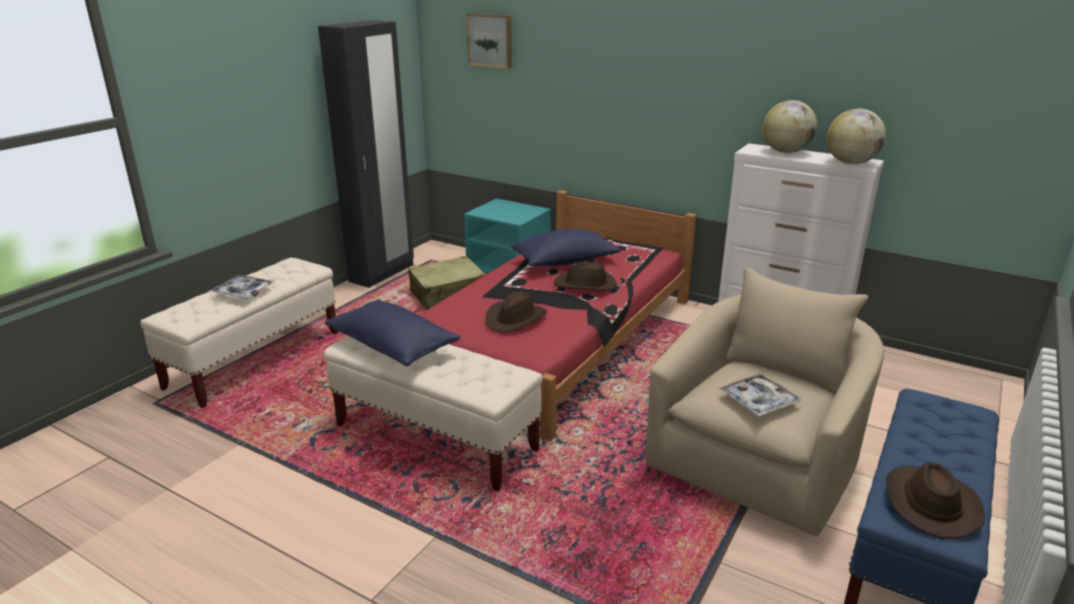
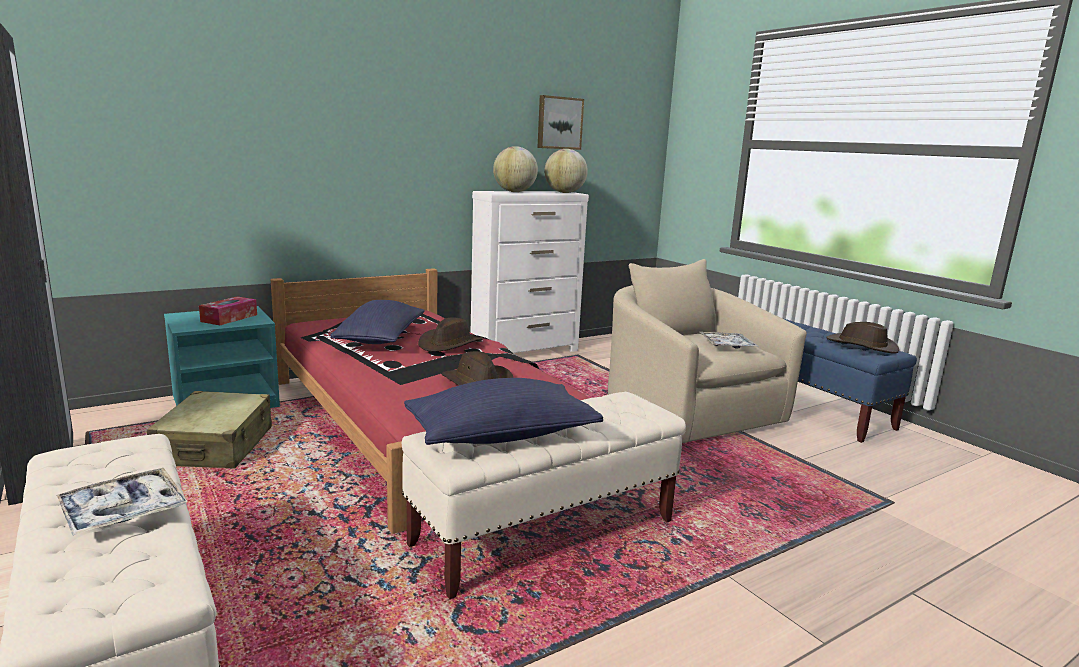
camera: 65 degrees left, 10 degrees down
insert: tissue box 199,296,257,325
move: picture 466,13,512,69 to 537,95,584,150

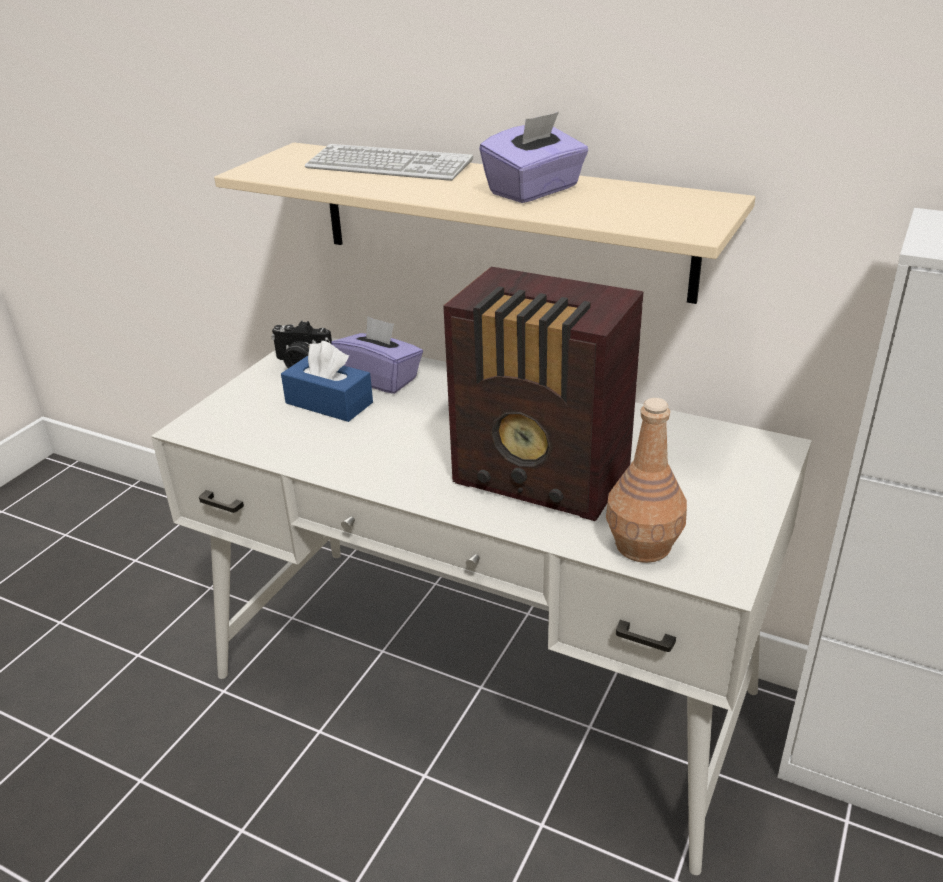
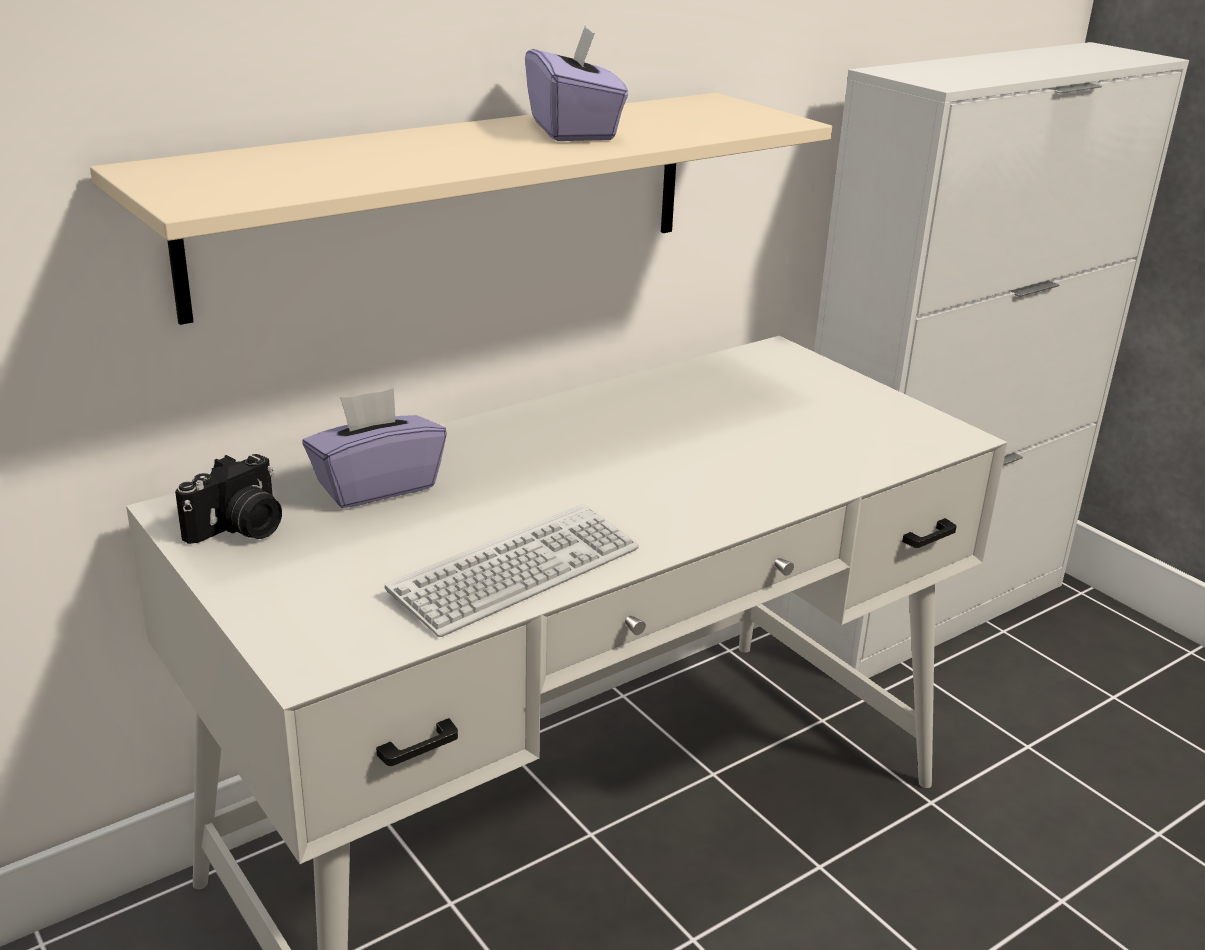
camera: 65 degrees left, 5 degrees down
delete: radio 443,267,644,521; tissue box in blue 281,341,373,422; bottle in brown 606,398,687,563
move: keyboard 305,144,473,181 to 385,504,639,637

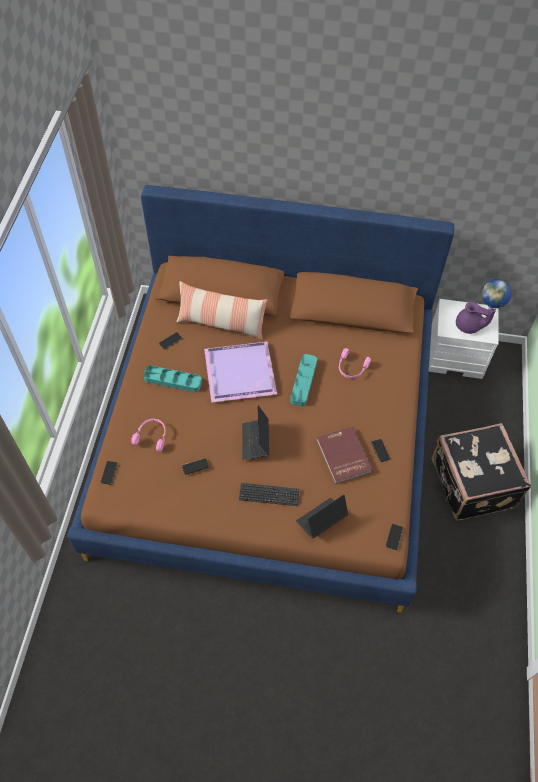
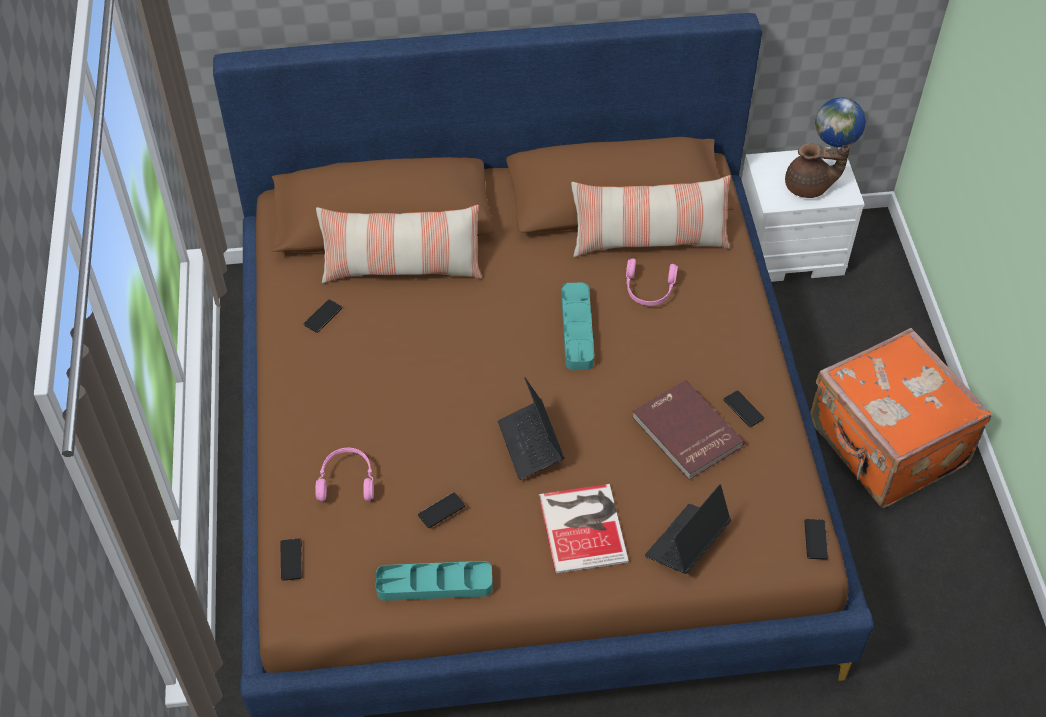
camera: 15 degrees left, 5 degrees down
delete: tray in purple 204,342,277,403
insert: pillow 571,175,731,257
move: tray in turquoise 143,365,202,392 to 376,561,493,601
replace: keyboard 239,483,300,506 to book 539,484,629,574
recolor: teapot in purple 456,302,496,334 to teapot in brown 785,143,850,198; suitcase in black 432,423,531,520 to suitcase in orange 810,328,992,508

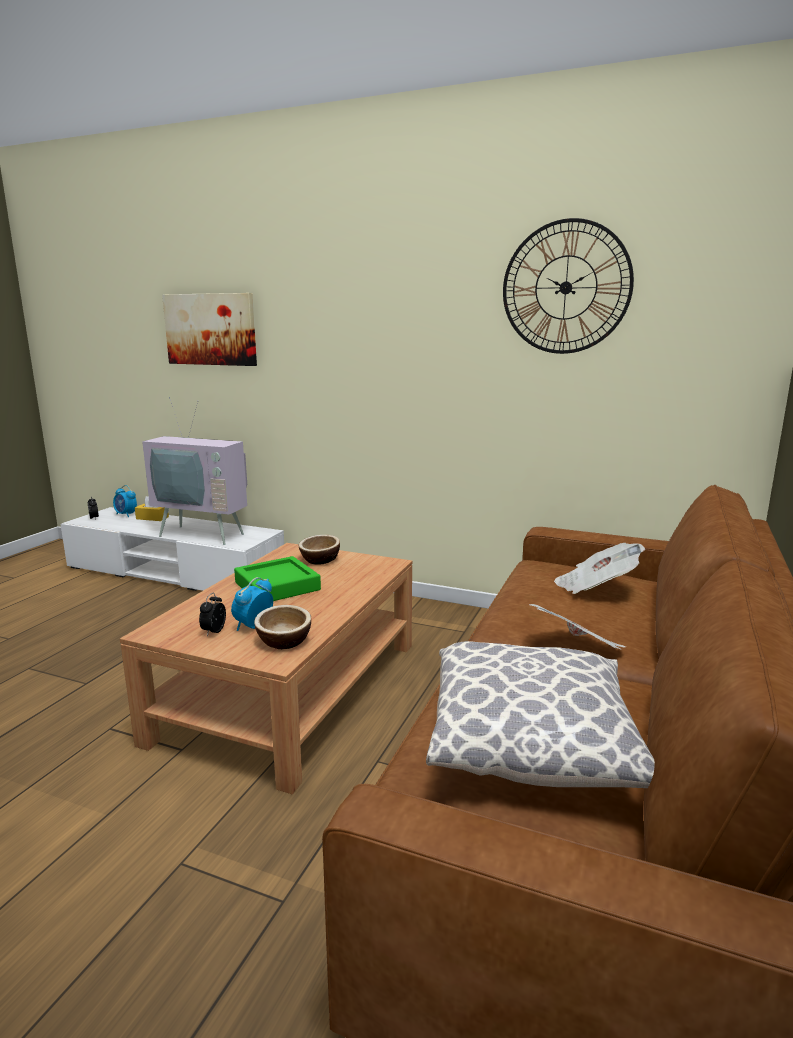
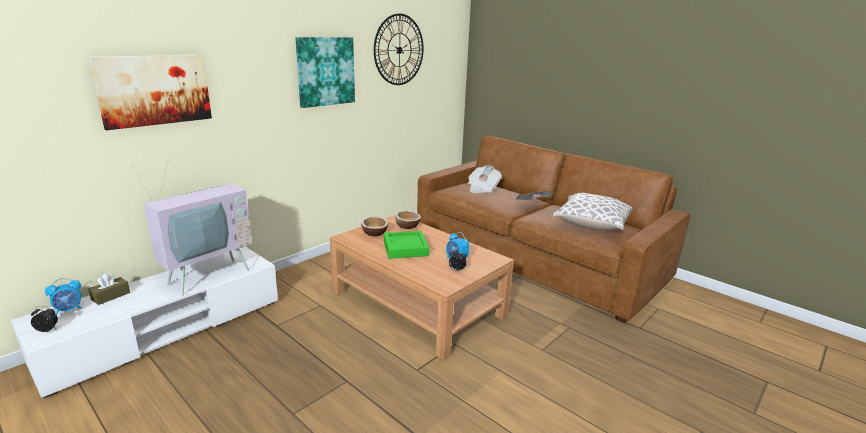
camera: 70 degrees left, 5 degrees up
insert: picture 295,37,355,108
move: bowl 254,605,311,649 to 395,211,421,229
recolor: tissue box in yellow 135,496,169,521 to tissue box in brown 88,273,130,305

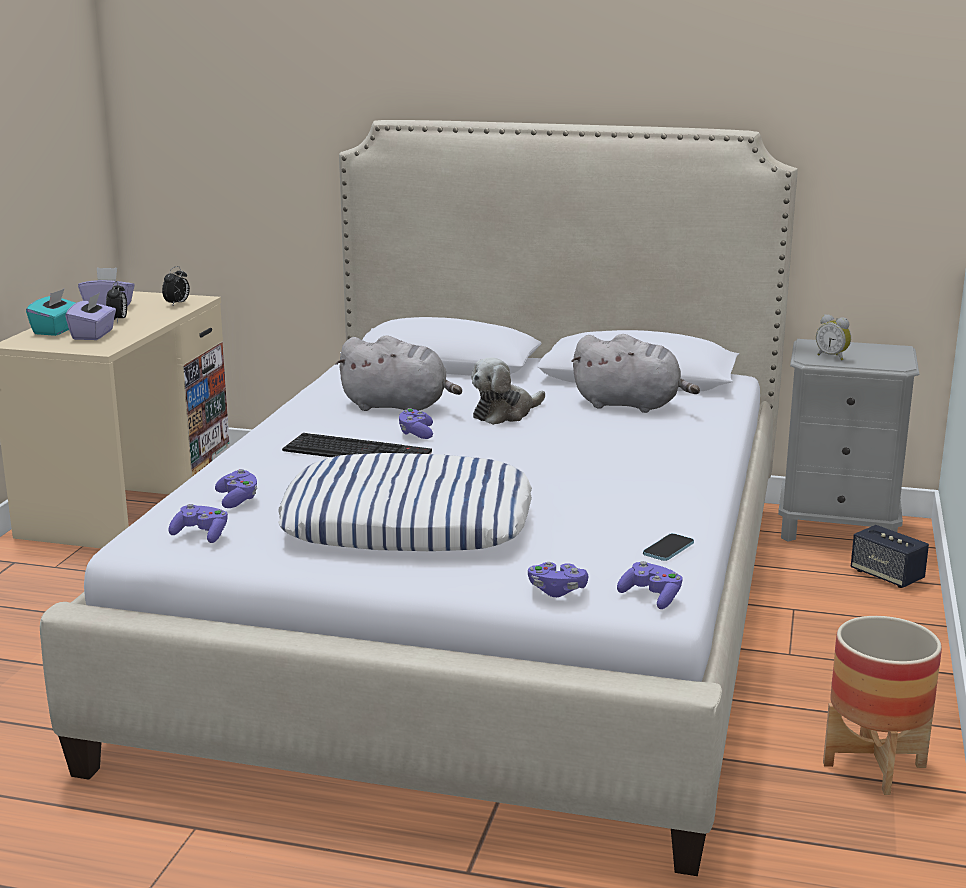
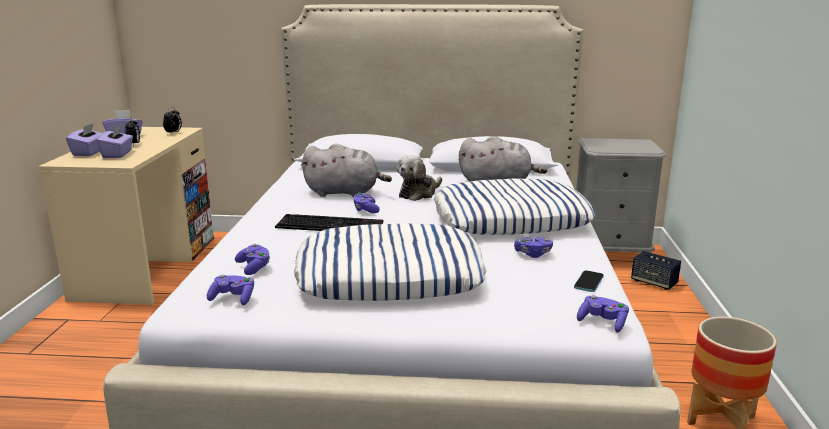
camera: 10 degrees left, 0 degrees up
delete: alarm clock 816,314,851,361
insert: pillow 434,179,595,235
move: game controller in purple 528,562,588,597 to 514,236,553,258
recolor: tissue box in turquoise 26,288,75,336 to tissue box in purple 66,123,102,156

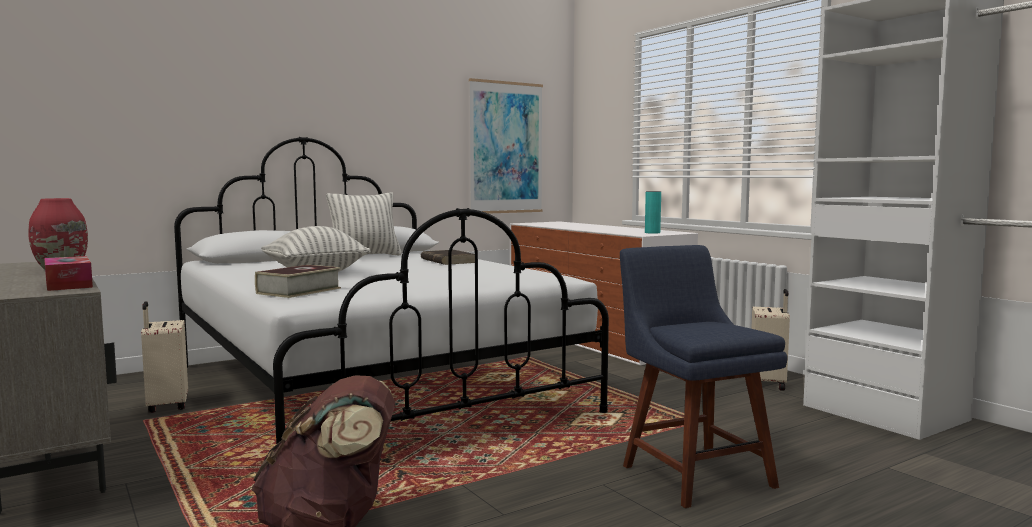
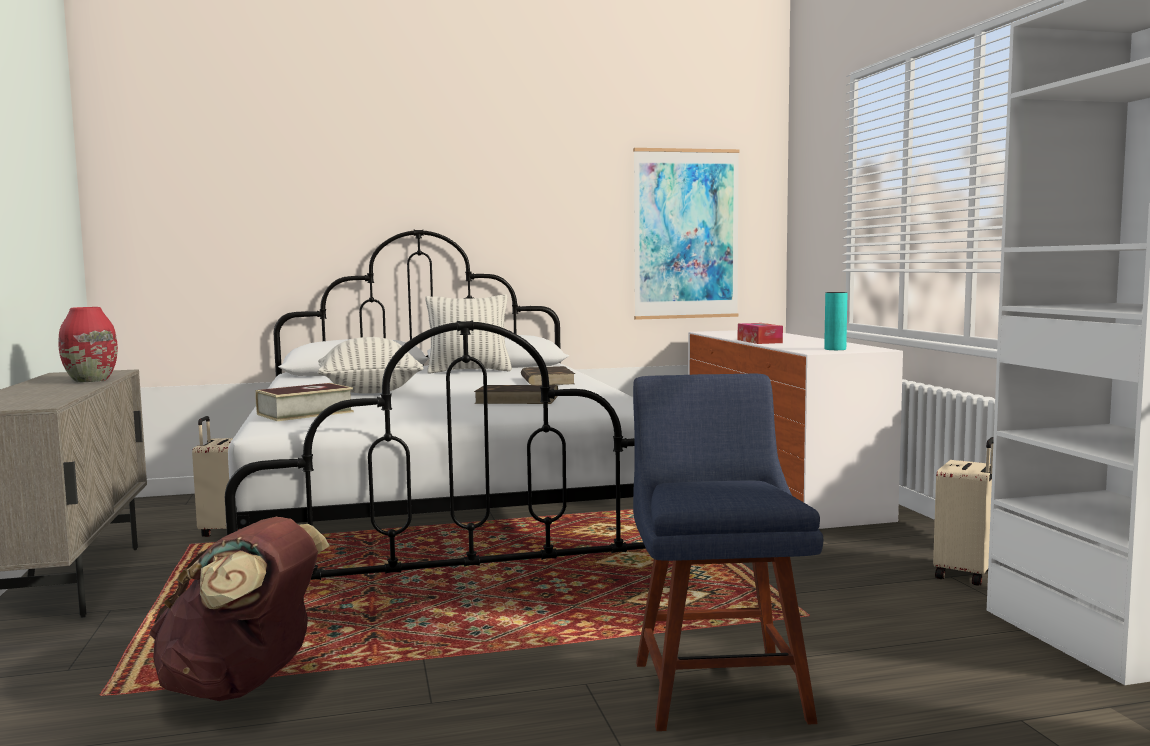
camera: 20 degrees right, 0 degrees up
insert: book in brown 474,385,558,404
move: tissue box 44,256,93,291 to 738,323,783,344

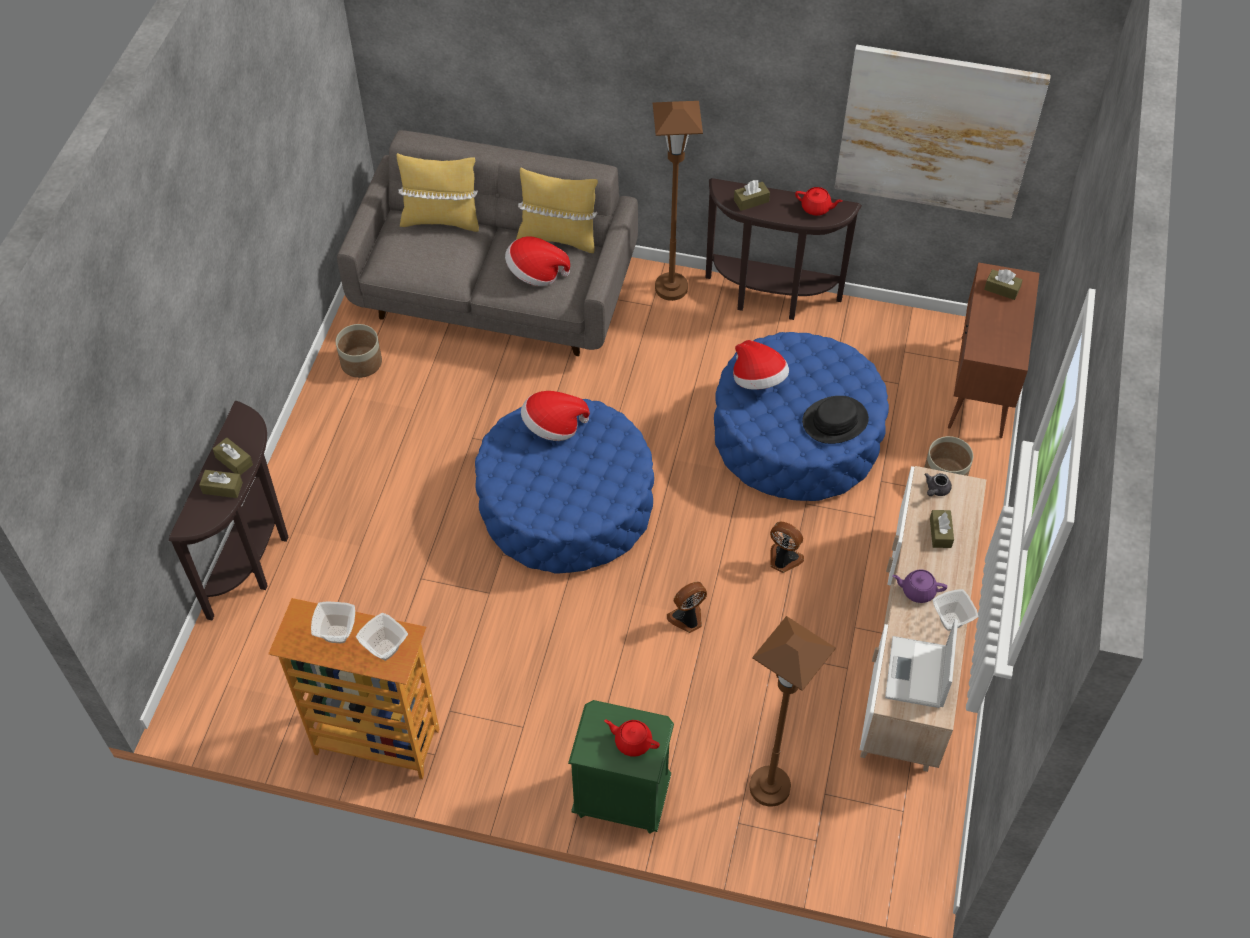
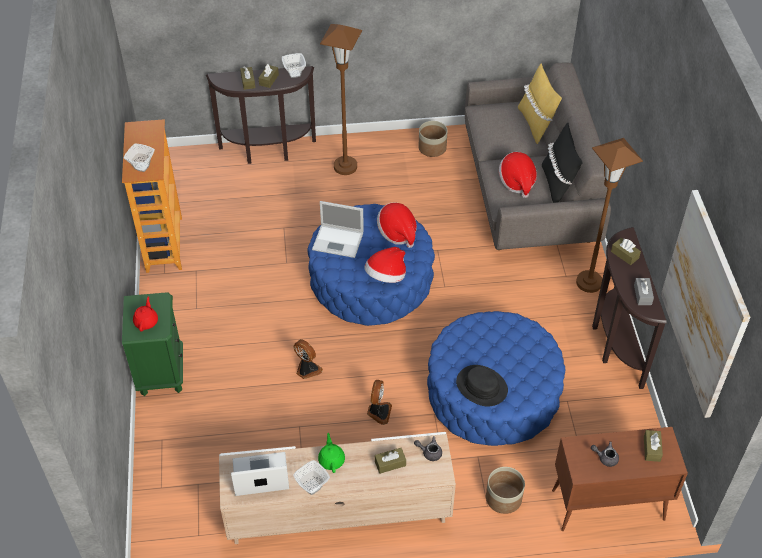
camera: 70 degrees right, 5 degrees down
insert: laptop 312,201,364,258; teapot in grey 591,441,619,467
move: hat 733,340,789,390 to 365,247,406,283; bowl 311,601,355,643 to 282,53,306,78; floor lamp in brown 749,616,836,807 to 320,24,362,175
replace: teapot in red 795,187,843,216 to tissue box in grey 634,278,654,305
recolor: pillow in yellow 516,168,598,253 to pillow in black 542,123,583,203; teapot in purple 892,569,947,603 to teapot in green 318,433,345,473

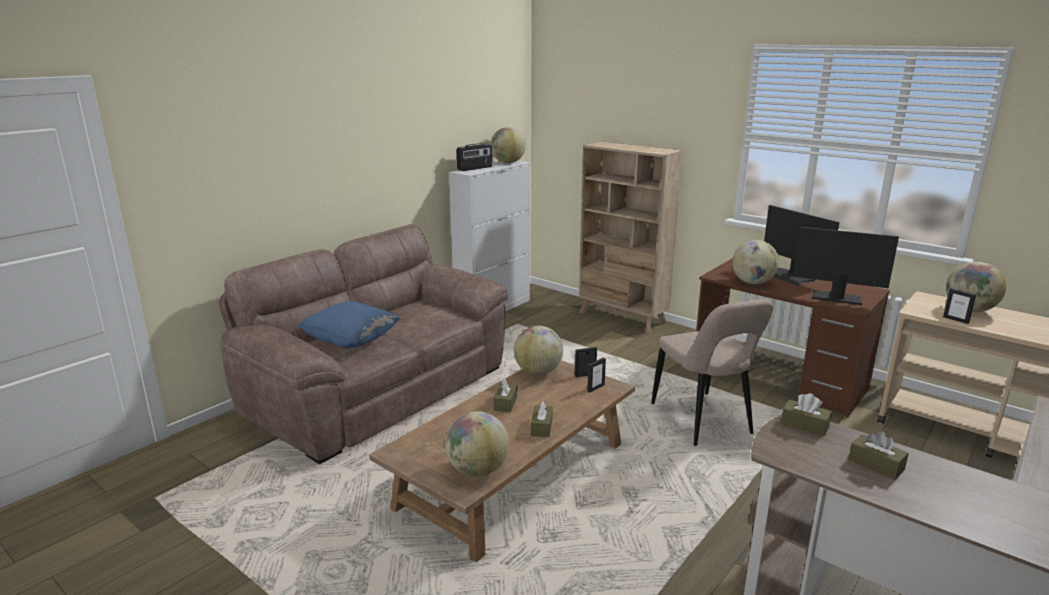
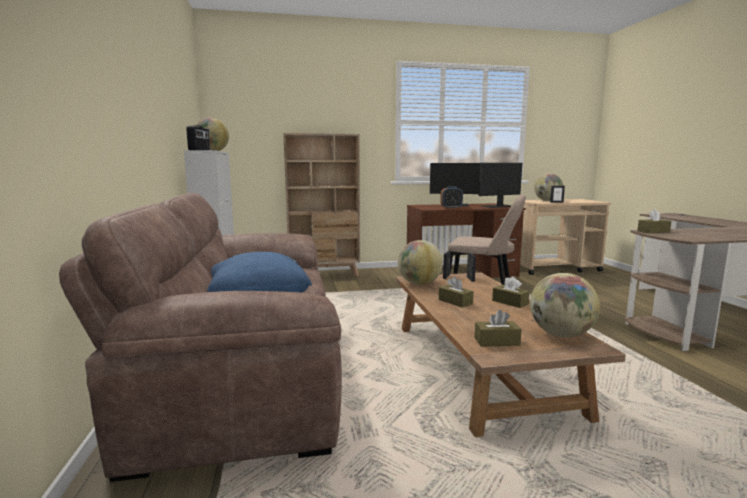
camera: 50 degrees left, 10 degrees down
move: tissue box in brown 849,431,909,479 to 475,309,522,346
replace: globe 732,240,779,284 to alarm clock 440,187,463,209

